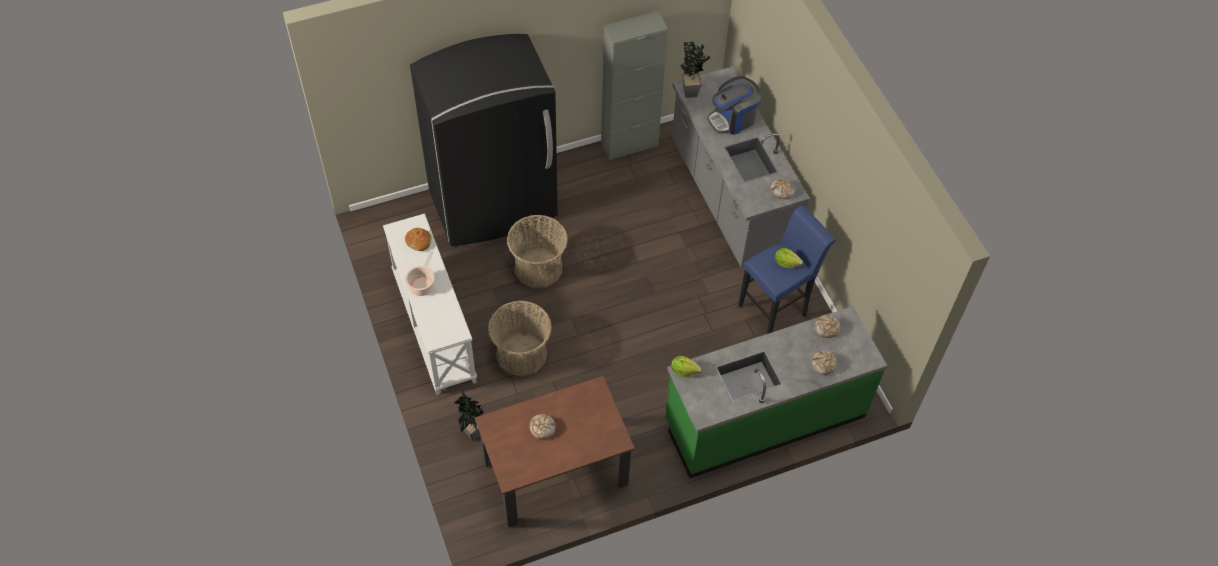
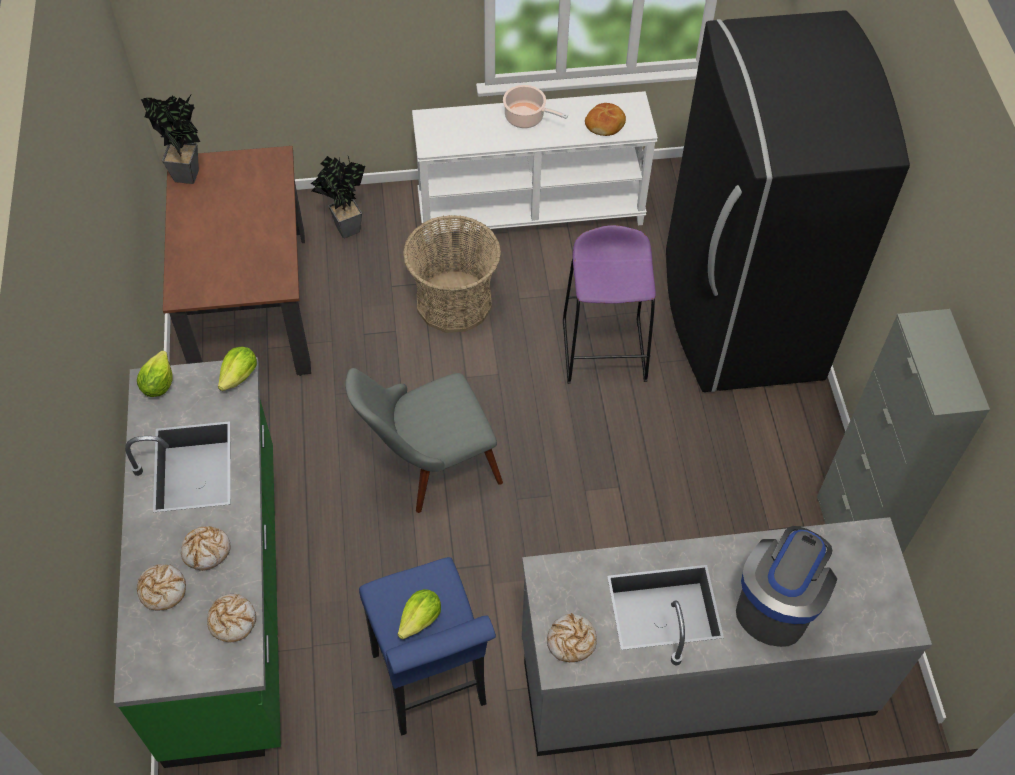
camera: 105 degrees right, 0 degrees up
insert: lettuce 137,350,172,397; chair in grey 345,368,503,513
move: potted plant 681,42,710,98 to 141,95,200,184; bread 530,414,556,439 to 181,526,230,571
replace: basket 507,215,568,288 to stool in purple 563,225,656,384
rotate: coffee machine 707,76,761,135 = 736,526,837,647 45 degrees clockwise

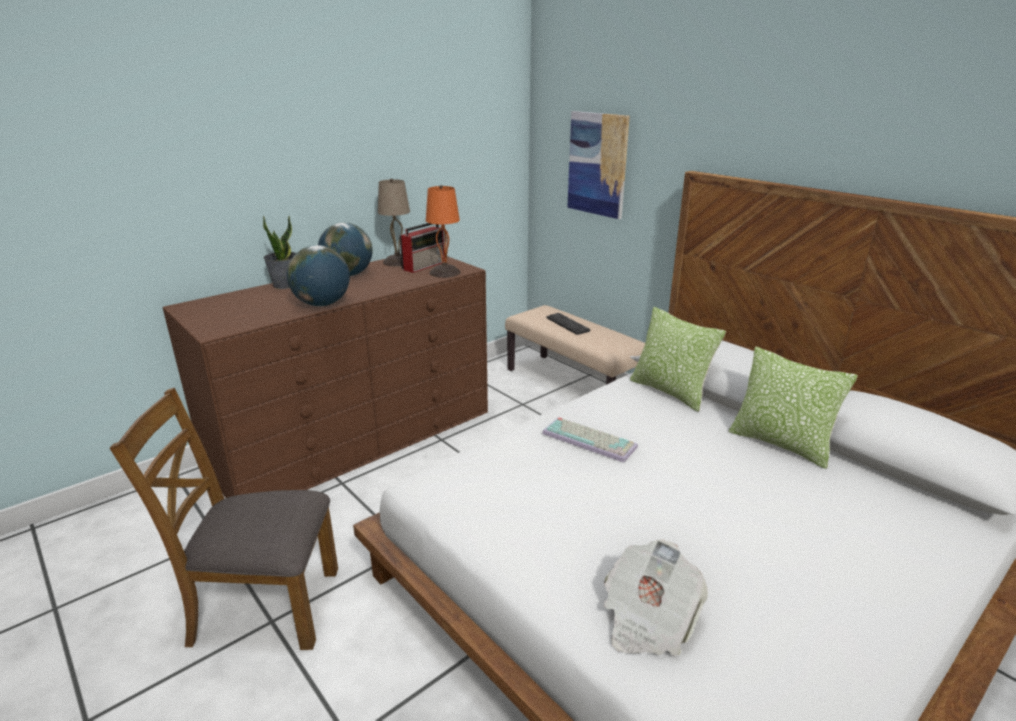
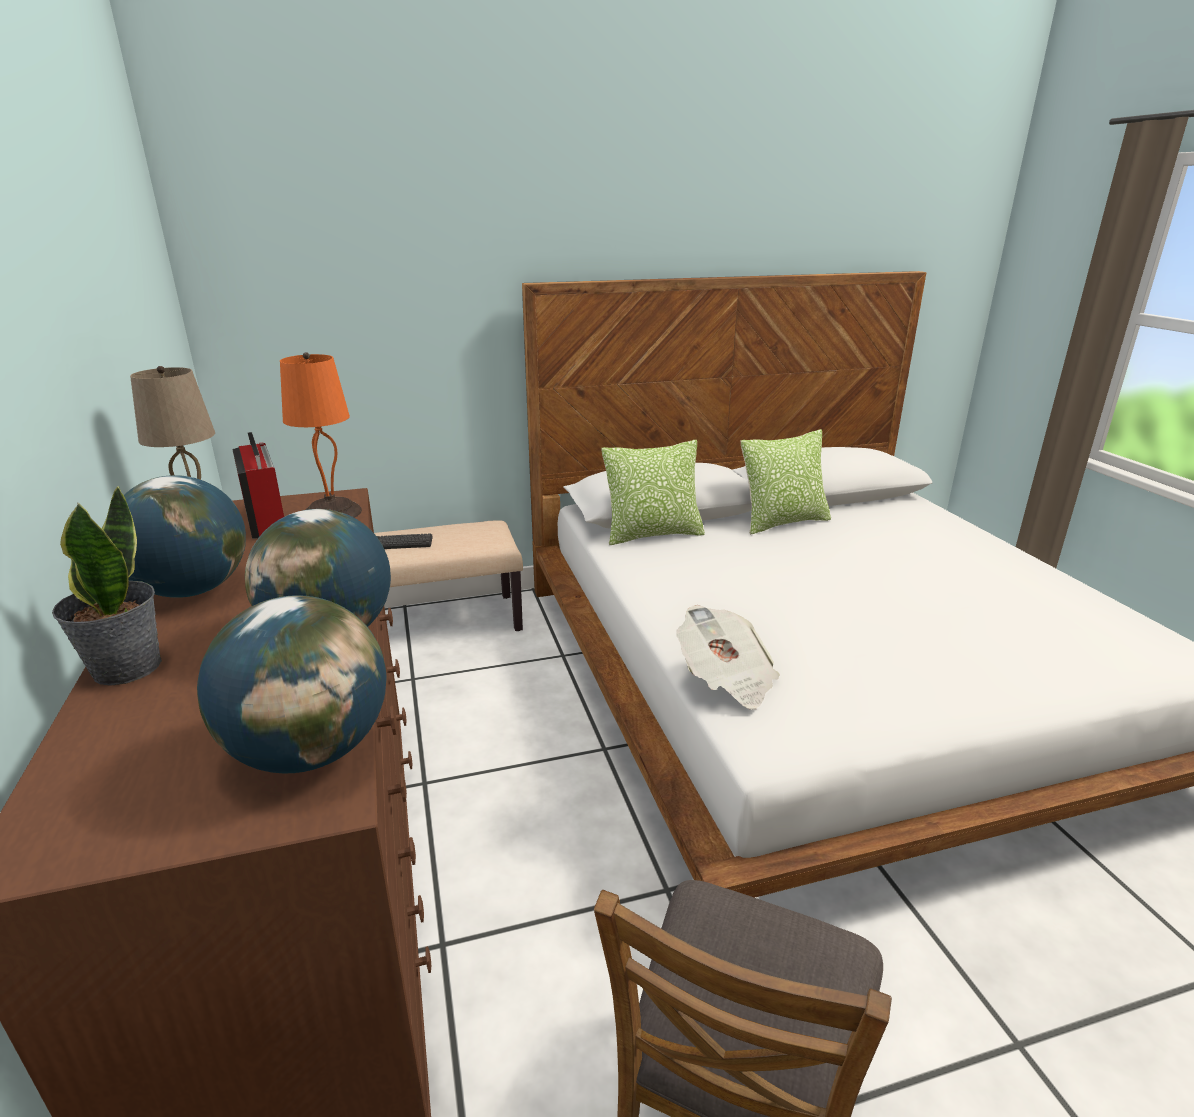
camera: 65 degrees left, 0 degrees up
delete: picture 567,111,630,219; keyboard 542,417,638,463
insert: globe 197,595,386,773
move: newspaper 604,540,708,656 to 676,605,780,710

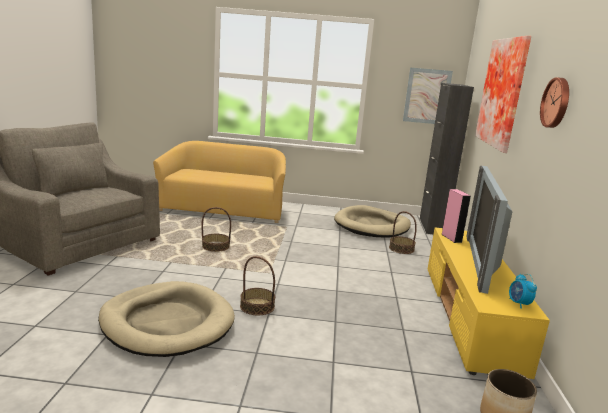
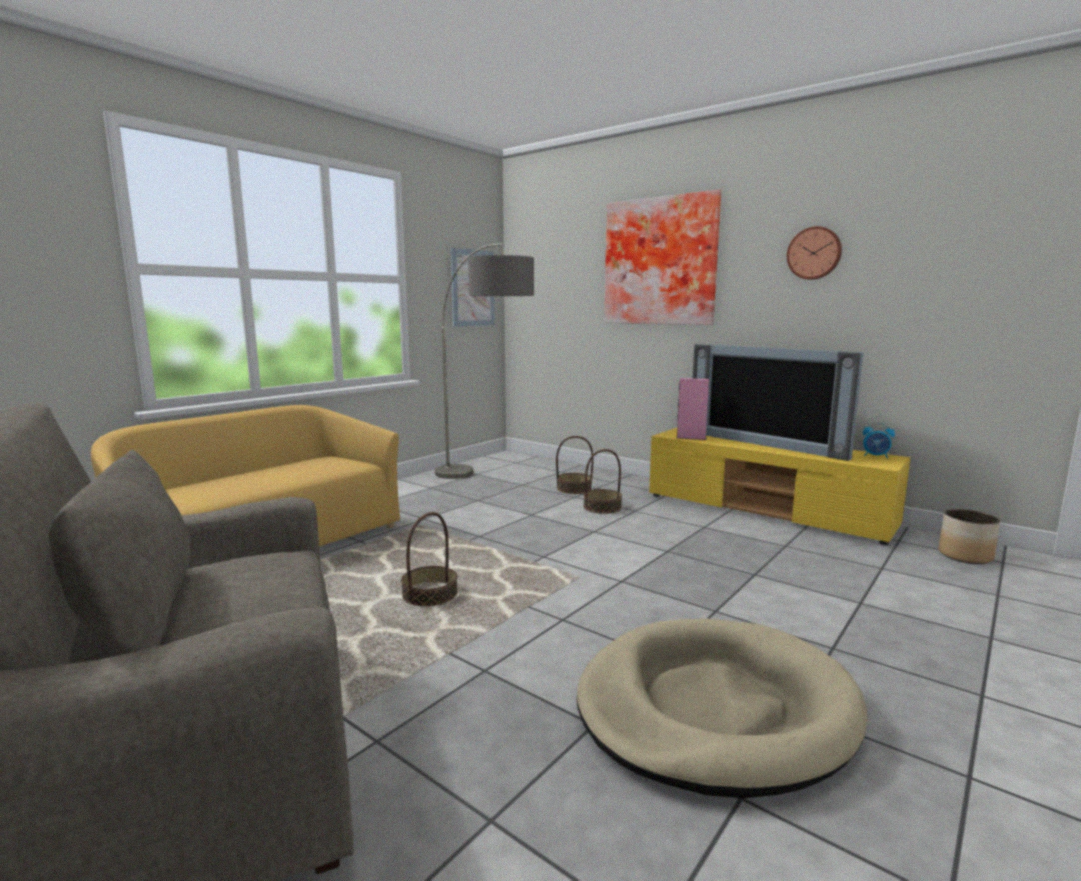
camera: 55 degrees left, 5 degrees down
delete: cabinet in black 420,83,474,234
move: basket 240,256,275,315 to 583,449,622,514
replace: dog bed in beige 334,205,411,237 to floor lamp 435,243,534,479

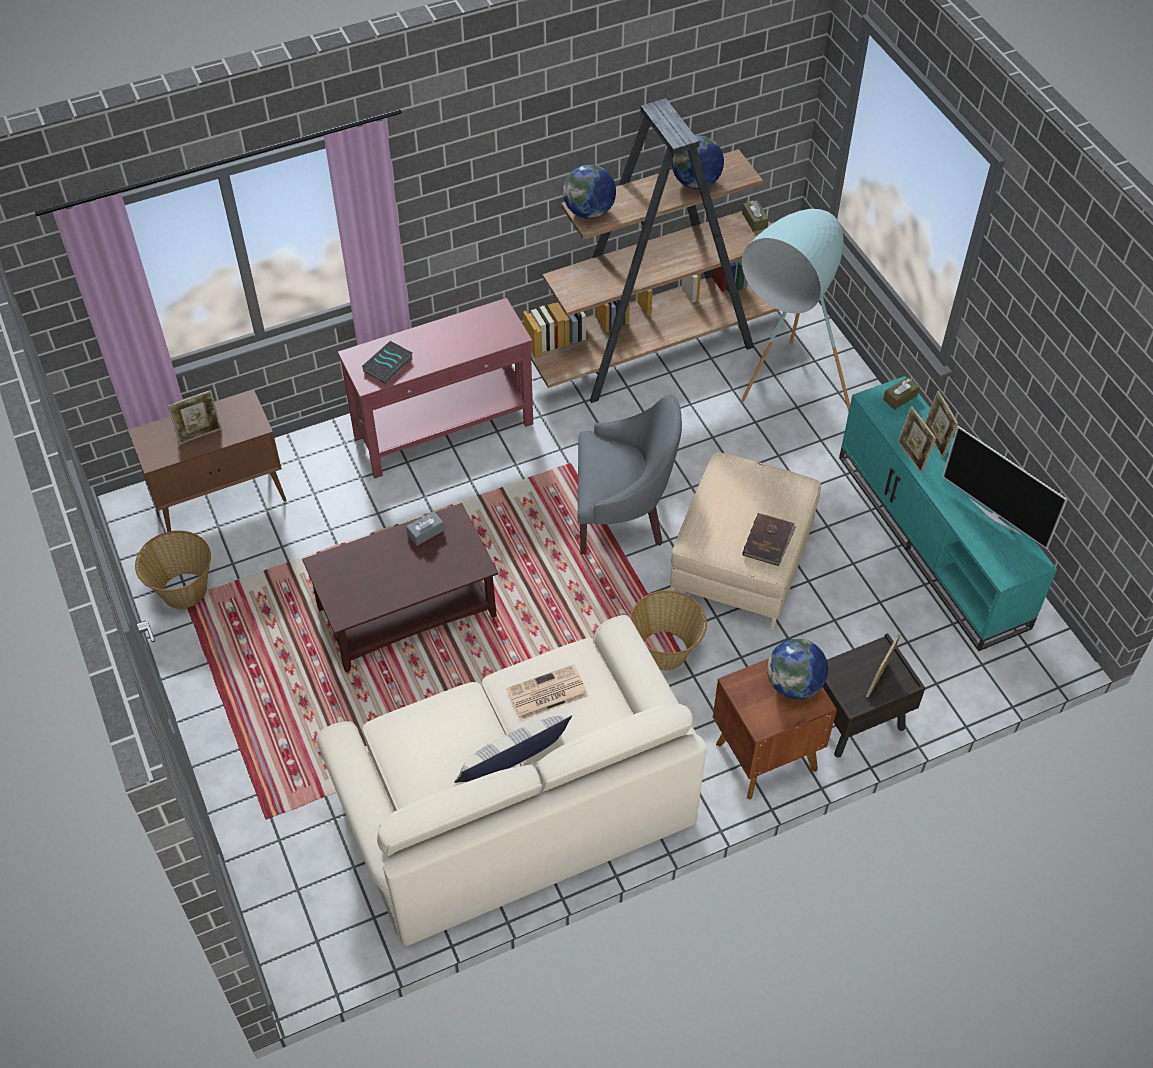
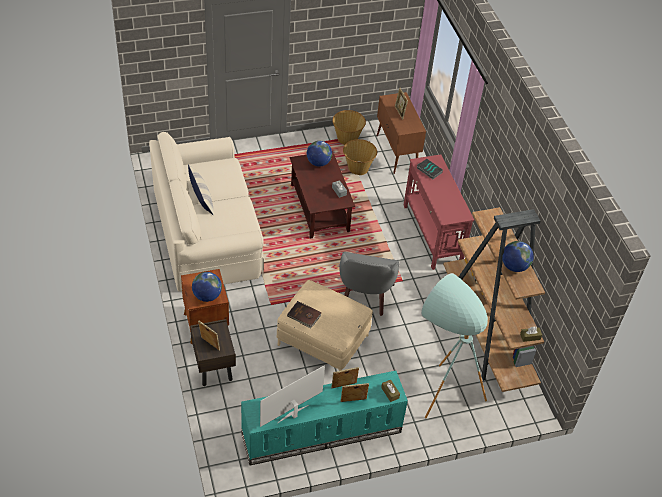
camera: 95 degrees right, 5 degrees down
delete: newspaper 507,664,588,720
move: globe 563,164,616,219 to 307,141,332,167; basket 630,590,707,670 to 343,139,377,175

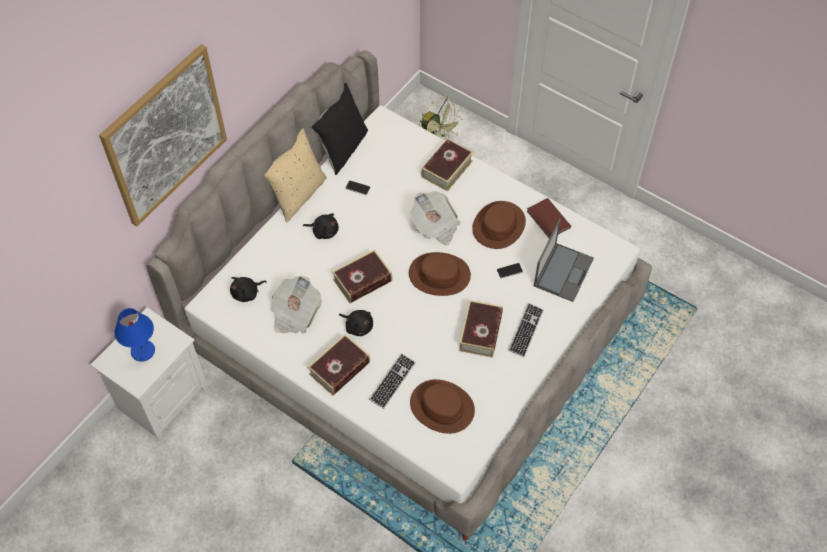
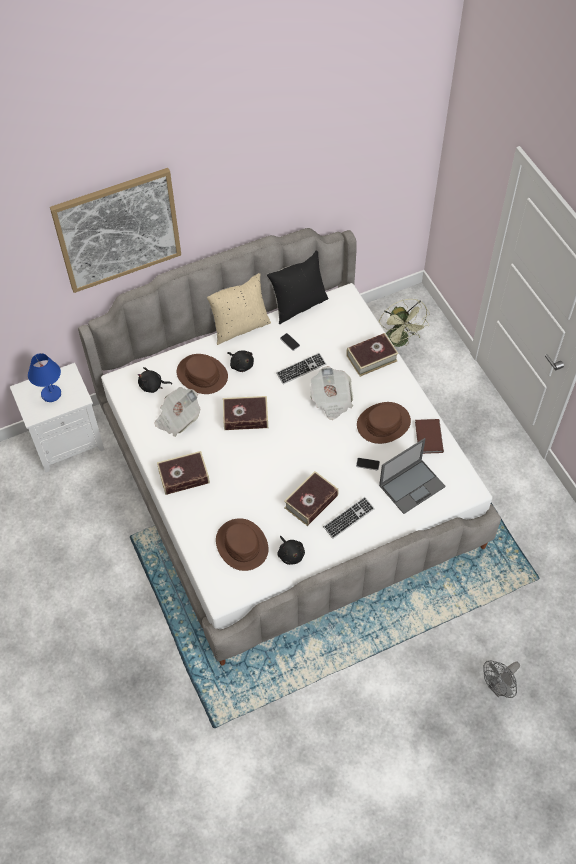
camera: 30 degrees right, 0 degrees up
insert: fan in grey 483,660,520,698
move: hat in brown 409,252,471,296 to 177,354,228,394; plush toy in black 339,310,373,336 to 278,536,305,565; keyboard 369,353,416,409 to 276,353,326,384

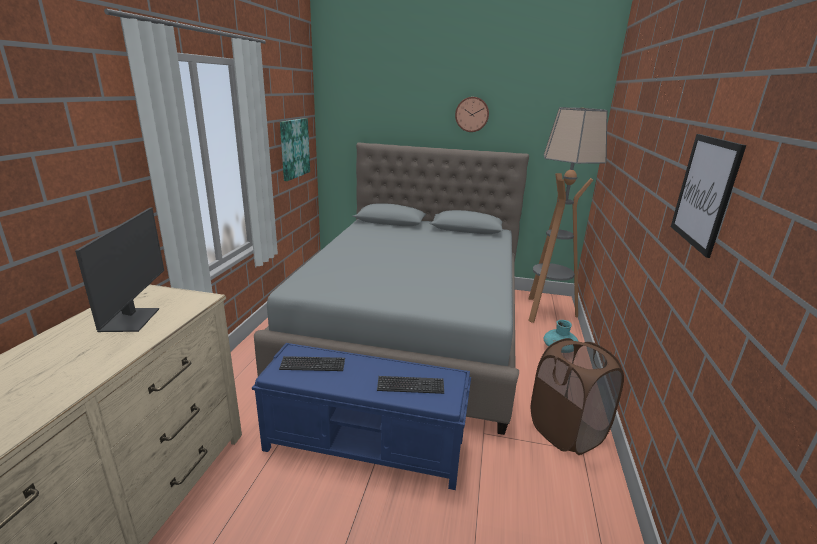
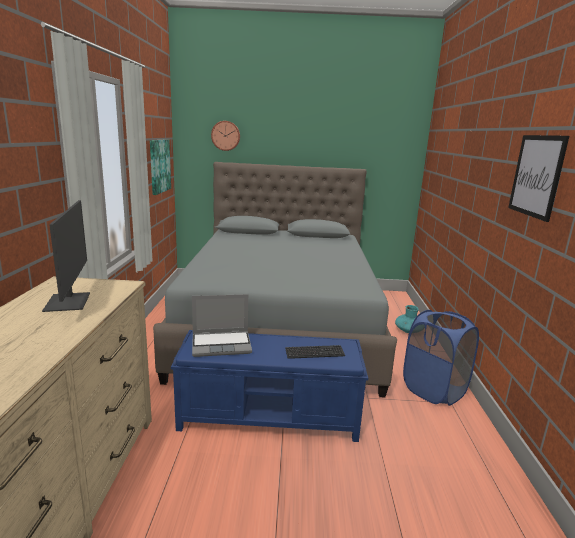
camera: 10 degrees left, 5 degrees down
delete: floor lamp 528,107,608,323
move: wall clock 455,97,489,132 to 211,121,240,151
replace: keyboard 279,356,345,371 to laptop 192,294,252,357
recolor: laundry basket in brown 531,338,624,455 to laundry basket in blue 403,310,479,406

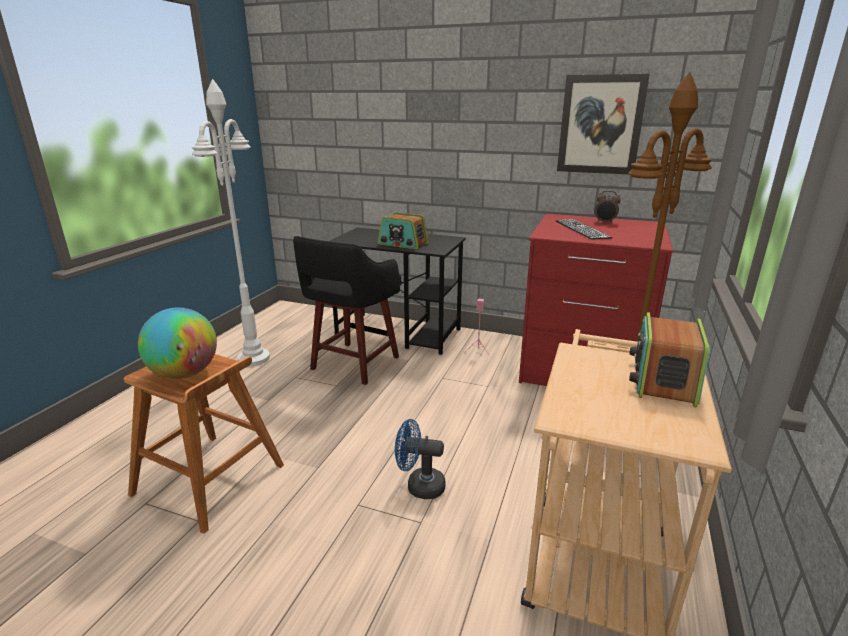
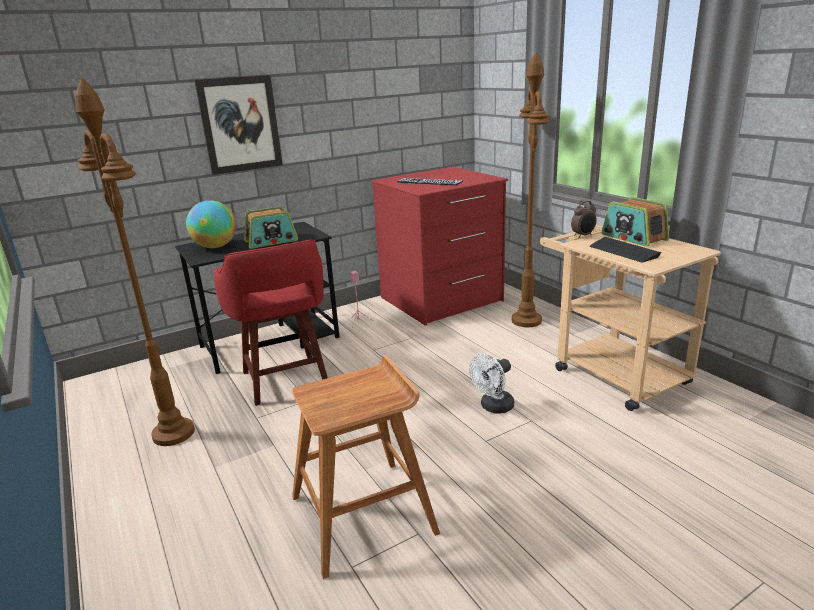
camera: 50 degrees left, 0 degrees up
insert: keyboard 590,237,661,263
move: picture 557,74,650,174 to 194,75,282,175; alarm clock 595,191,621,224 to 571,201,597,238; globe 138,308,217,379 to 186,200,236,248
recolor: floor lamp in white 192,79,270,366 to floor lamp in brown 75,77,195,446; stool in black 293,236,401,385 to stool in red 214,240,328,406; fan in blue 395,419,446,499 to fan in white 469,354,514,414

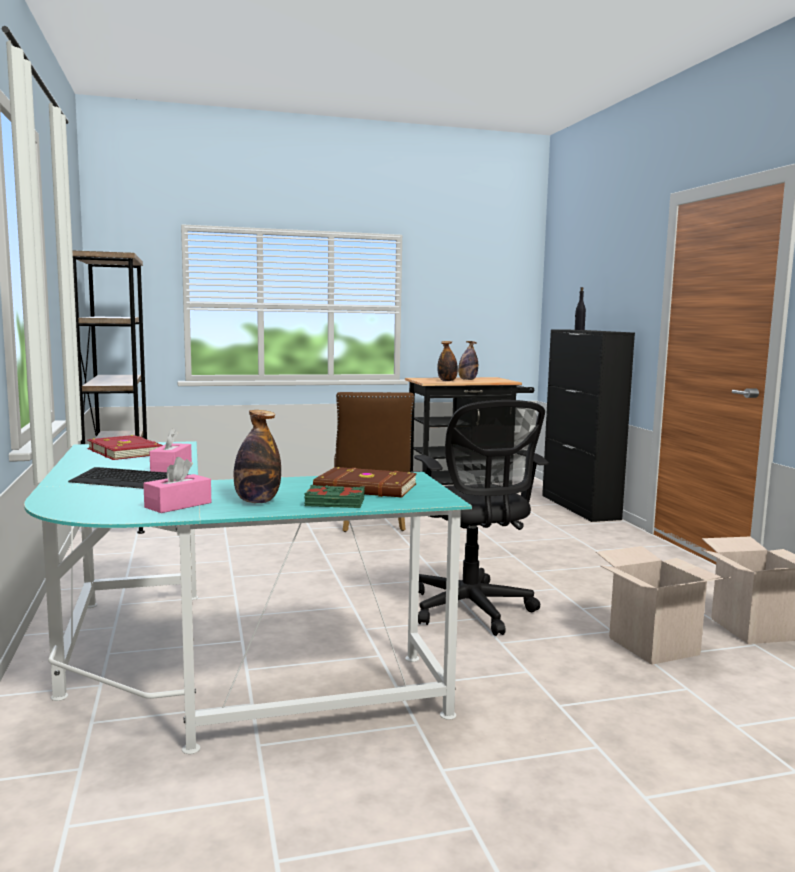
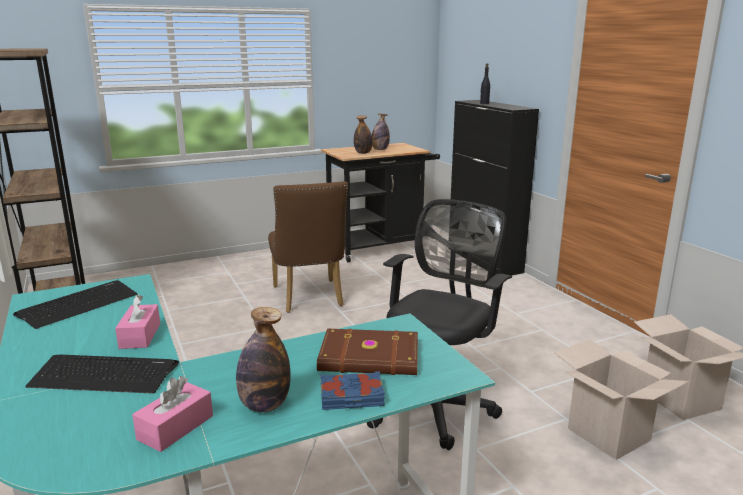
camera: 10 degrees left, 10 degrees up
replace: book in red 87,435,163,460 to keyboard 13,280,138,329
recolor: book in green 304,485,365,508 to book in blue 320,371,385,410
rotate: office chair in black 414,400,549,636 = 367,199,512,450 120 degrees counterclockwise

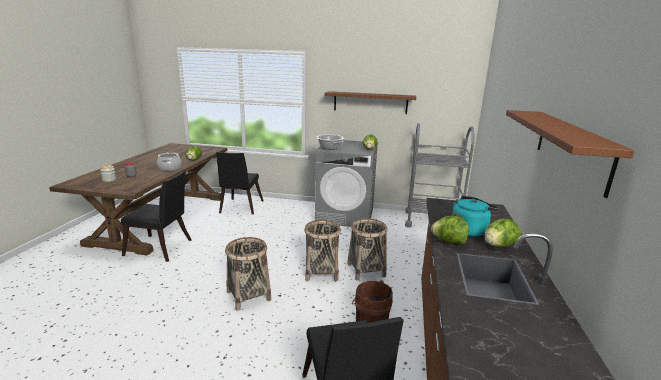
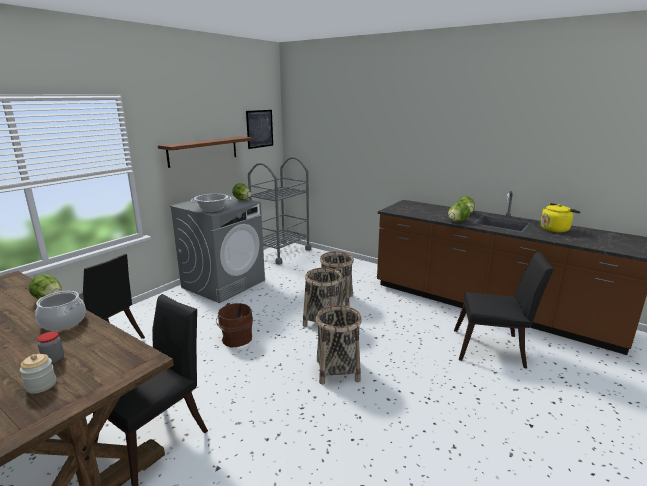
camera: 65 degrees left, 0 degrees up
delete: shelf in brown 506,110,634,198; kettle in turquoise 452,196,500,237
insert: picture 246,110,273,149; kettle in yellow 541,203,581,233
move: bucket in brown 352,280,393,323 to 216,303,253,347

